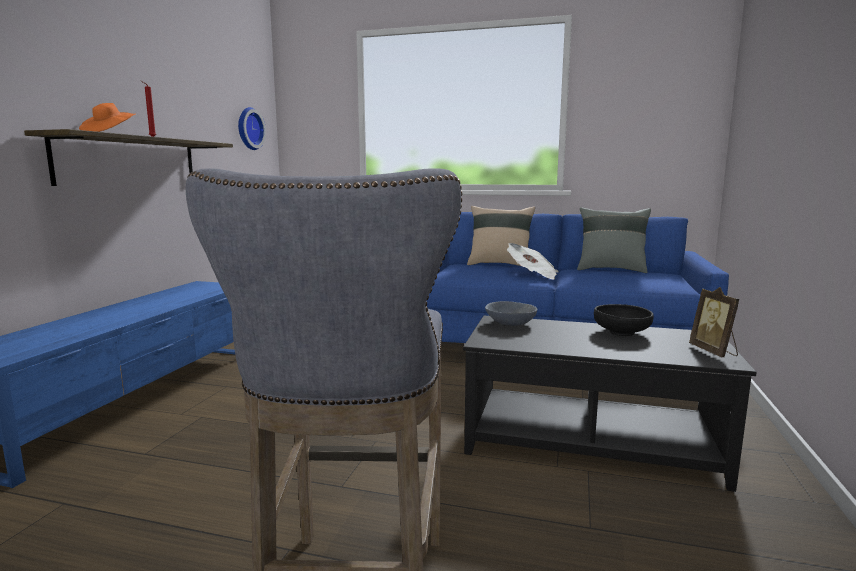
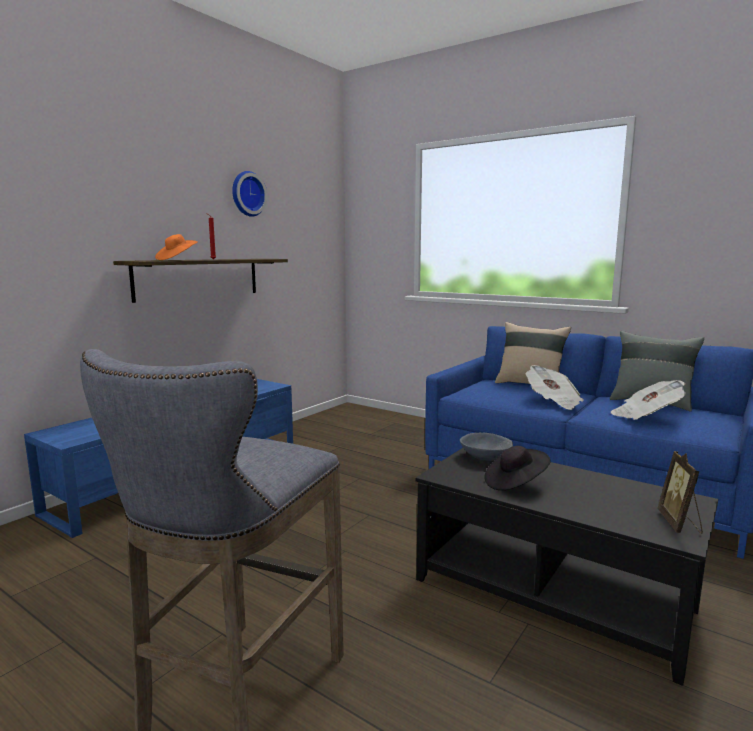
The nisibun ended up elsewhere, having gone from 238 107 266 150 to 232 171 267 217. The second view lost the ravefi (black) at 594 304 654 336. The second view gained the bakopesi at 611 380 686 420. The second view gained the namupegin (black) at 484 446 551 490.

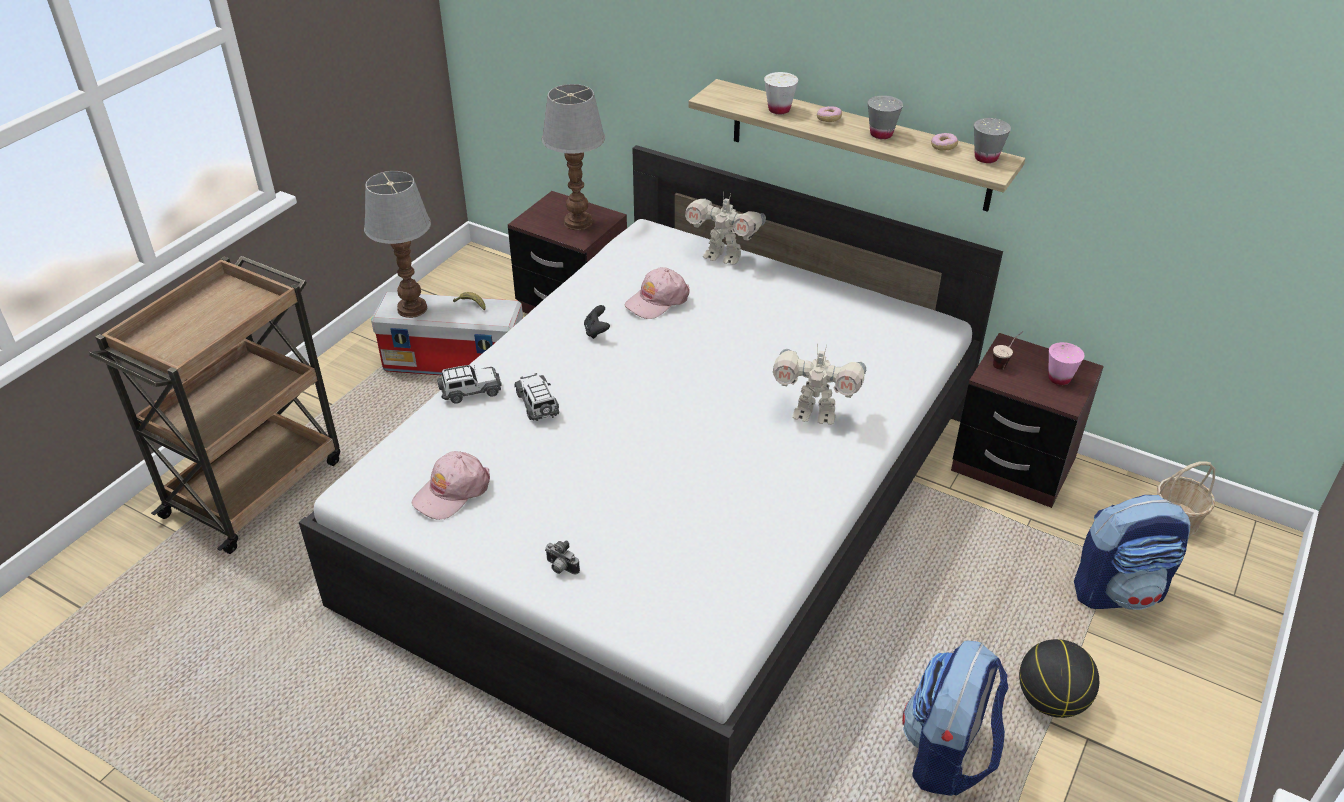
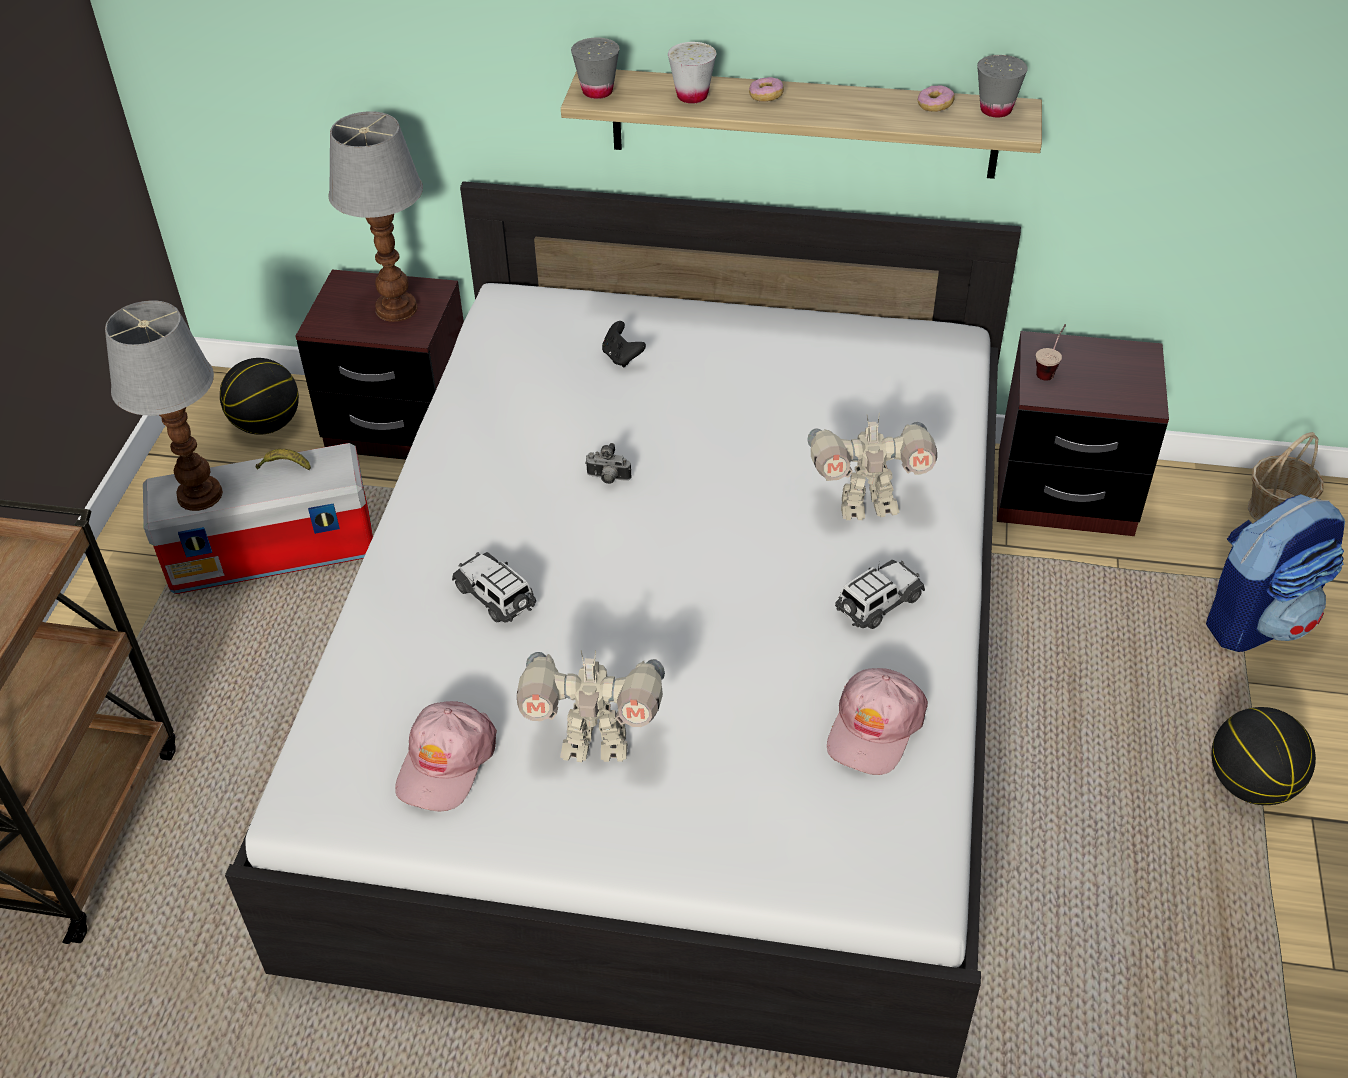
The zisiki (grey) ended up elsewhere, having gone from 867 95 903 139 to 571 38 619 99. The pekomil ended up elsewhere, having gone from 685 192 766 265 to 517 650 665 762. The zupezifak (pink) ended up elsewhere, having gone from 624 267 690 319 to 827 668 928 775. The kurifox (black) ended up elsewhere, having gone from 584 305 610 339 to 602 321 646 368. The second view lost the zisiki (pink) at 1048 342 1085 385. The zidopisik ended up elsewhere, having gone from 437 365 501 404 to 835 560 925 629. The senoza ended up elsewhere, having gone from 545 540 580 574 to 585 443 631 484. The second view lost the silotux at 902 640 1008 796. The second view gained the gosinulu at 220 358 299 435.

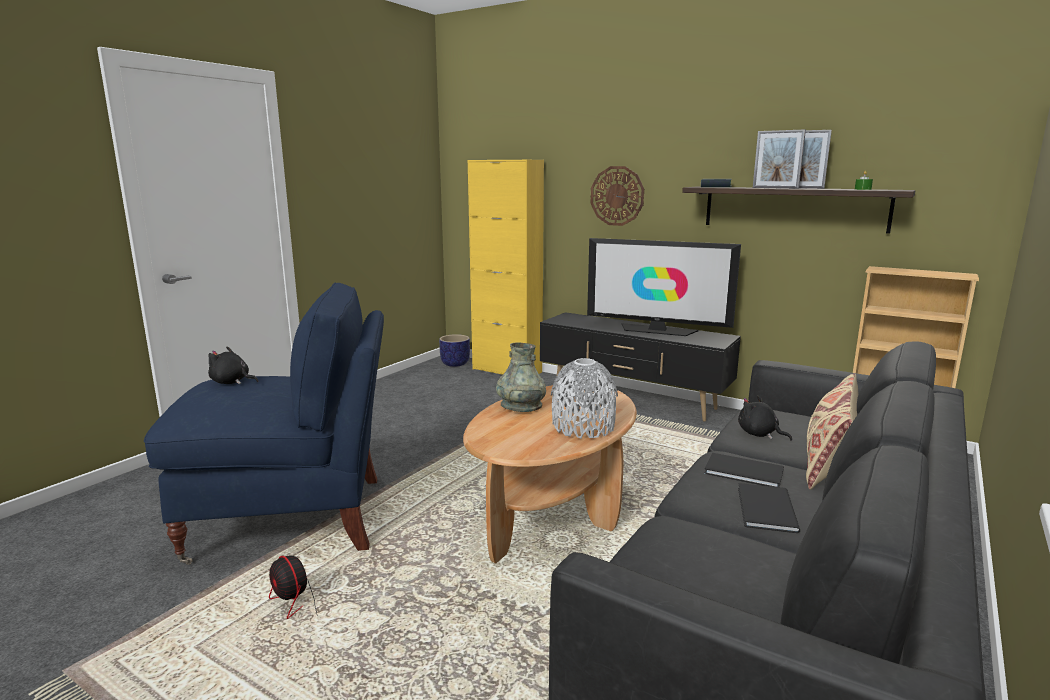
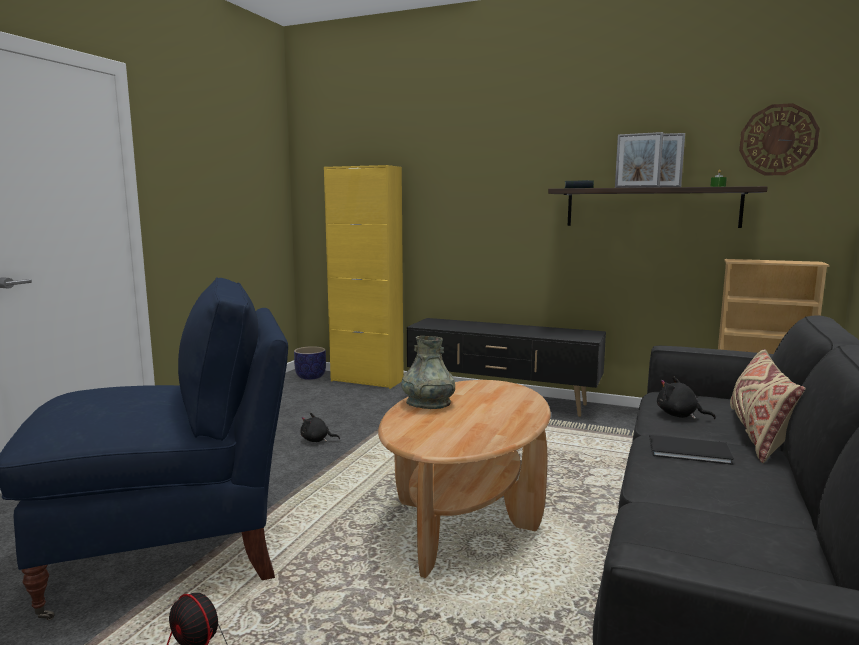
The nisibun ended up elsewhere, having gone from 590 166 644 226 to 739 103 820 176. The second view lost the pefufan at 587 238 741 336. The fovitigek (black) ended up elsewhere, having gone from 208 346 258 384 to 300 413 340 442. The second view lost the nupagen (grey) at 551 358 618 439. The second view lost the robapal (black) at 738 483 800 533.

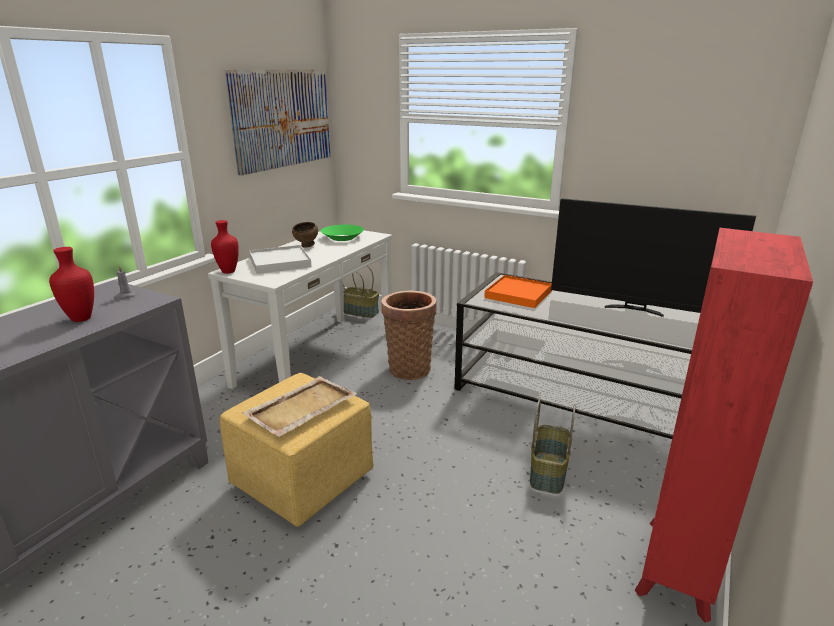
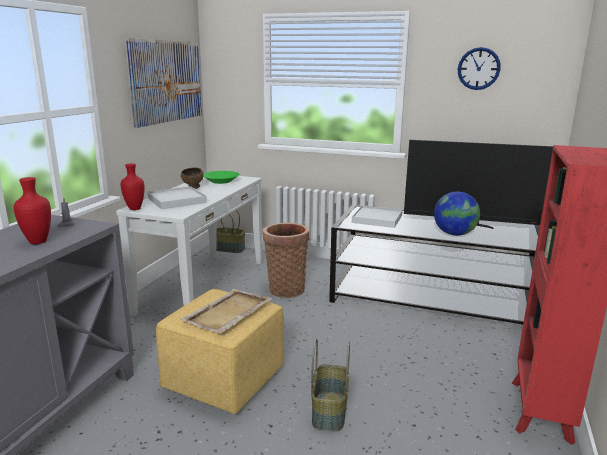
What was the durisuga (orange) at 484 275 552 308 turned into the durisuga (white) at 352 205 403 228. The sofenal ended up elsewhere, having gone from 530 398 576 494 to 311 339 350 432. The second view gained the nisibun at 458 47 501 90. The second view gained the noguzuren at 434 192 480 236.

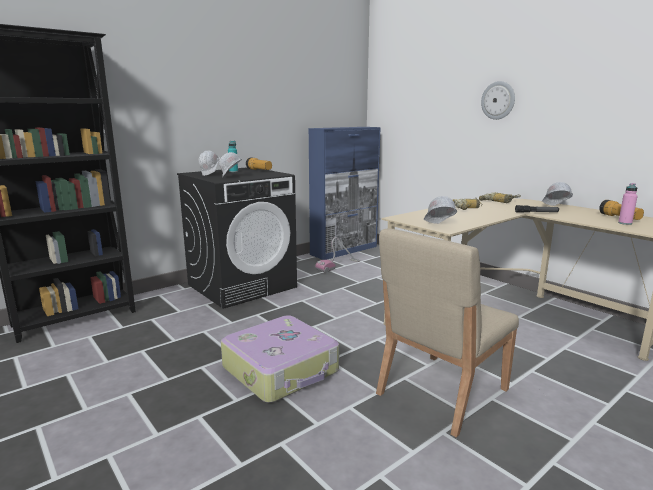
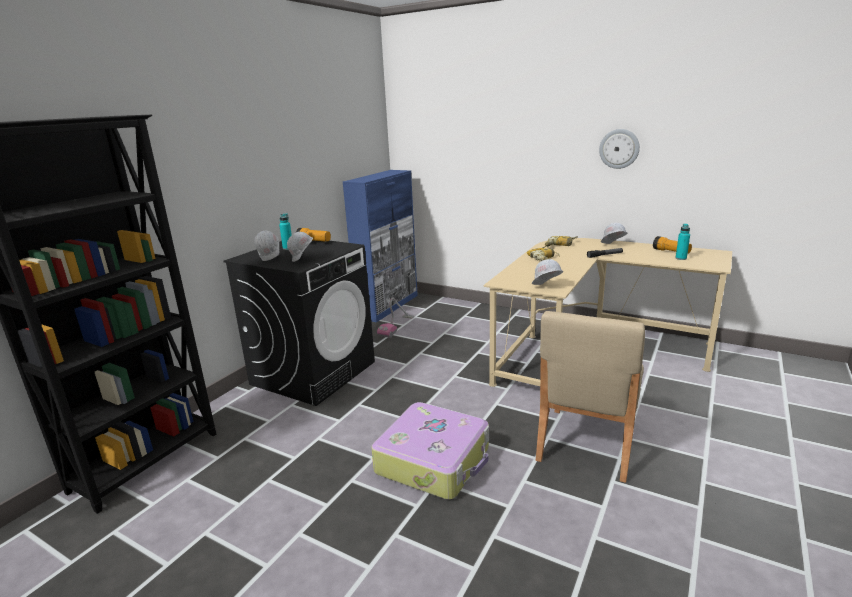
The nisibun ended up elsewhere, having gone from 481 81 515 120 to 599 129 640 169. What was the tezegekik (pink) at 618 183 638 225 turned into the tezegekik (turquoise) at 676 224 690 260.

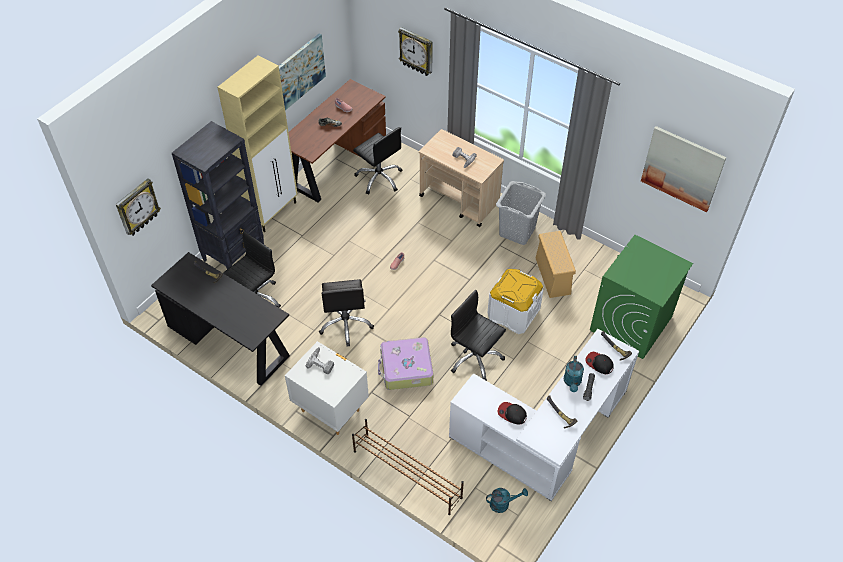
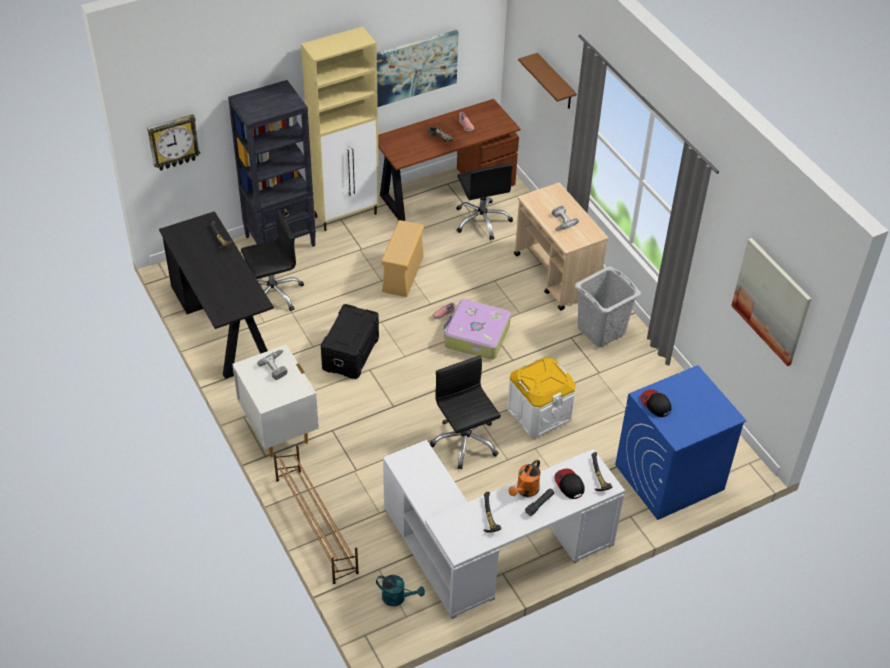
Where the nisibun hung at 398 27 433 76, the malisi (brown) came to hang at 518 53 577 109. The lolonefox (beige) ended up elsewhere, having gone from 536 231 576 298 to 381 220 424 297. What was the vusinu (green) at 590 235 693 359 turned into the vusinu (blue) at 615 365 747 520. Where the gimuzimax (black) stood at 319 279 374 346, the lolonefox (black) came to stand at 321 304 379 379. The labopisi ended up elsewhere, having gone from 378 337 433 390 to 444 299 511 360. What was the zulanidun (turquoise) at 564 356 584 392 turned into the zulanidun (orange) at 508 459 541 497. The zupezifak ended up elsewhere, having gone from 497 402 527 425 to 640 389 672 417.

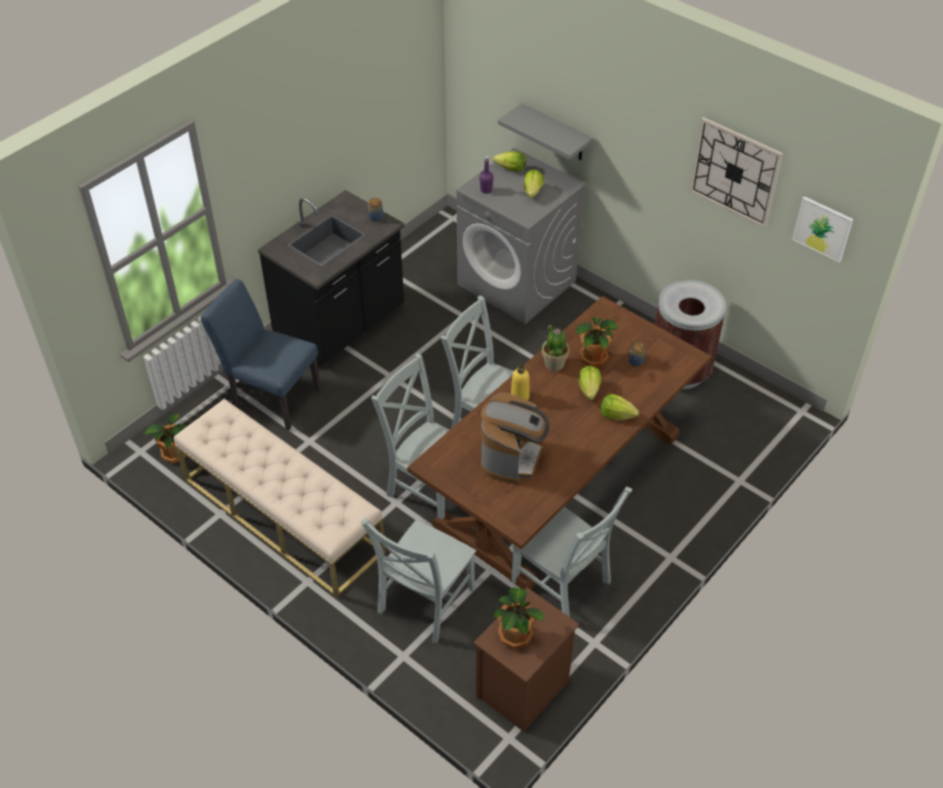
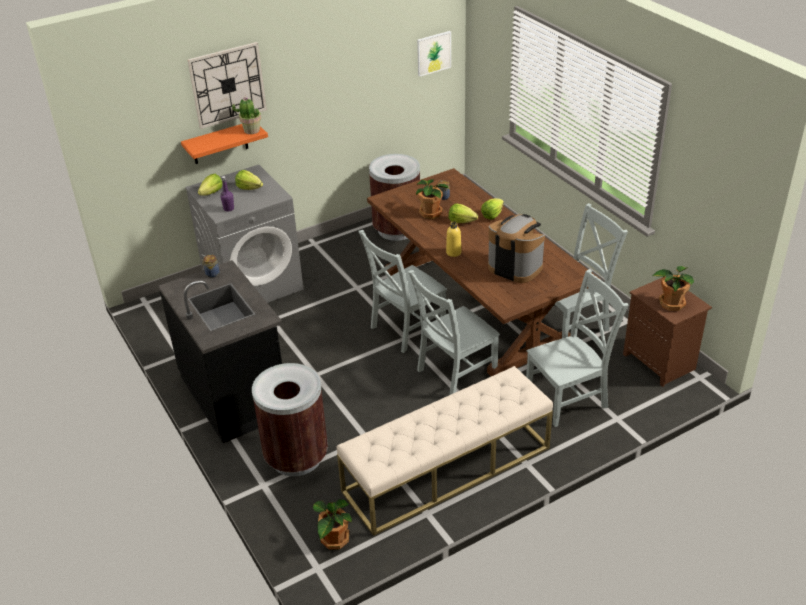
What was the malisi (grey) at 498 103 593 160 turned into the malisi (orange) at 181 124 268 164. The nisibun ended up elsewhere, having gone from 689 117 783 228 to 187 42 267 129. Where the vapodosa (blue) stood at 200 279 321 430, the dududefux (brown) came to stand at 252 363 328 476. The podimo ended up elsewhere, having gone from 542 325 570 371 to 232 96 261 134. The vapodosa (grey) at 361 518 476 643 ended up facing another way, 75 degrees counterclockwise from before.

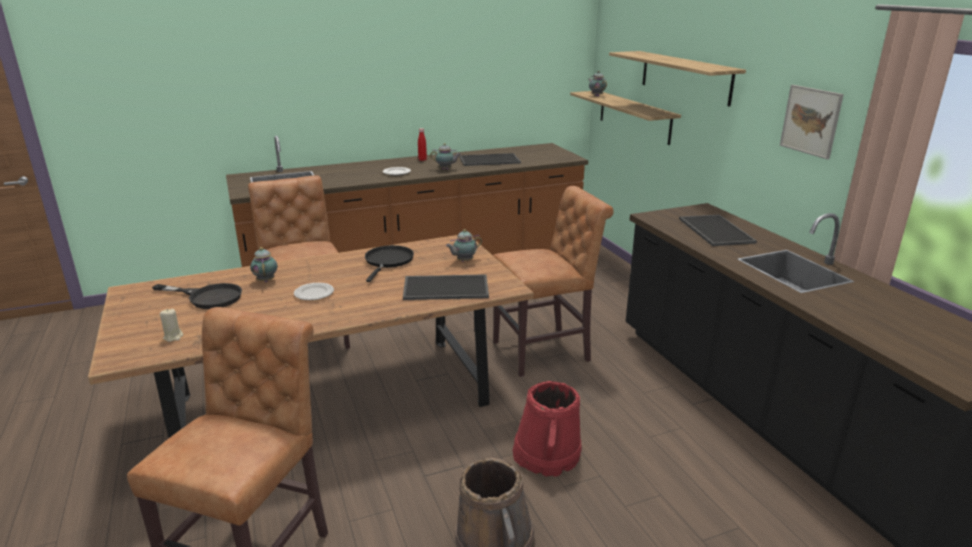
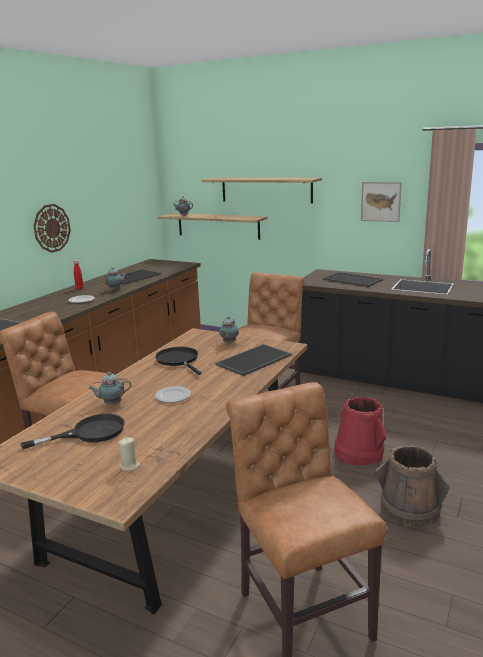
The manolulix at 250 247 277 282 ended up facing another way, 45 degrees counterclockwise from before. The second view gained the nisibun at 34 204 71 253.

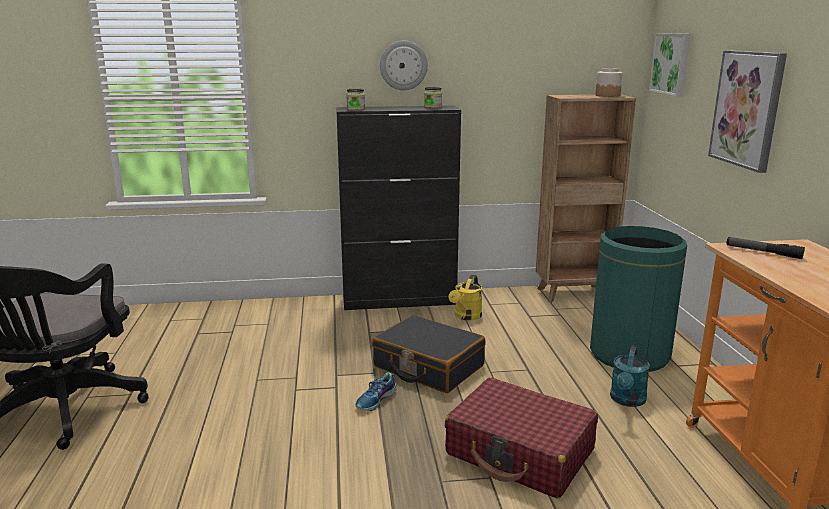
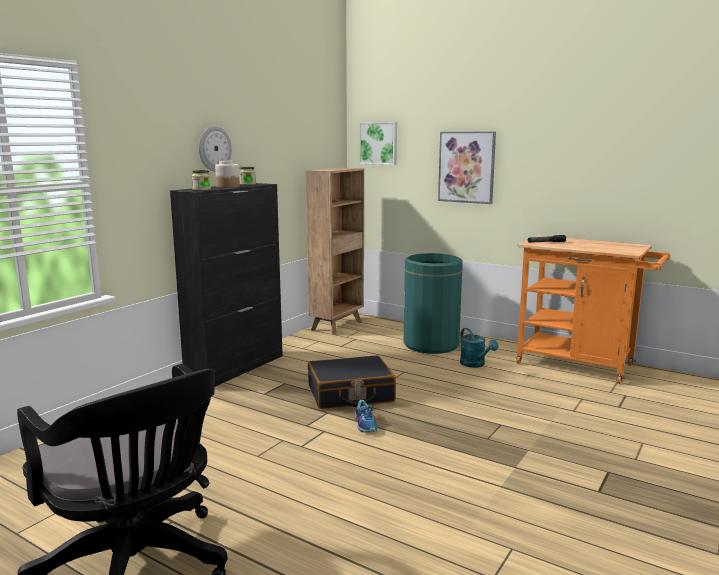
The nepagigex ended up elsewhere, having gone from 595 68 623 97 to 215 161 240 188. The second view lost the zulanidun (yellow) at 449 274 482 320. The second view lost the labopisi (red) at 445 378 598 498.

